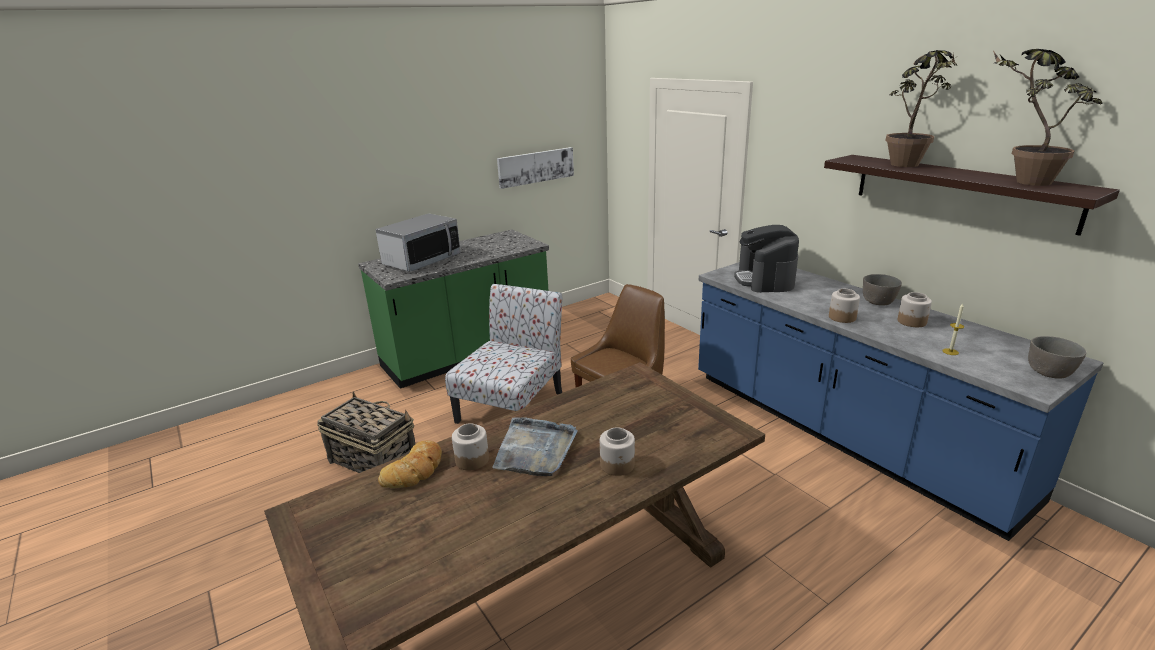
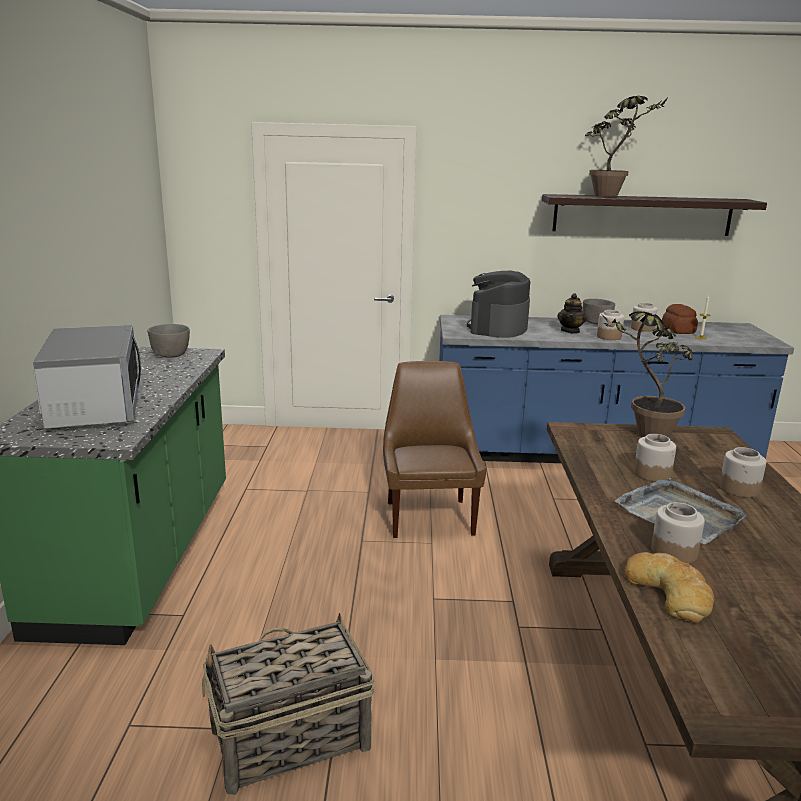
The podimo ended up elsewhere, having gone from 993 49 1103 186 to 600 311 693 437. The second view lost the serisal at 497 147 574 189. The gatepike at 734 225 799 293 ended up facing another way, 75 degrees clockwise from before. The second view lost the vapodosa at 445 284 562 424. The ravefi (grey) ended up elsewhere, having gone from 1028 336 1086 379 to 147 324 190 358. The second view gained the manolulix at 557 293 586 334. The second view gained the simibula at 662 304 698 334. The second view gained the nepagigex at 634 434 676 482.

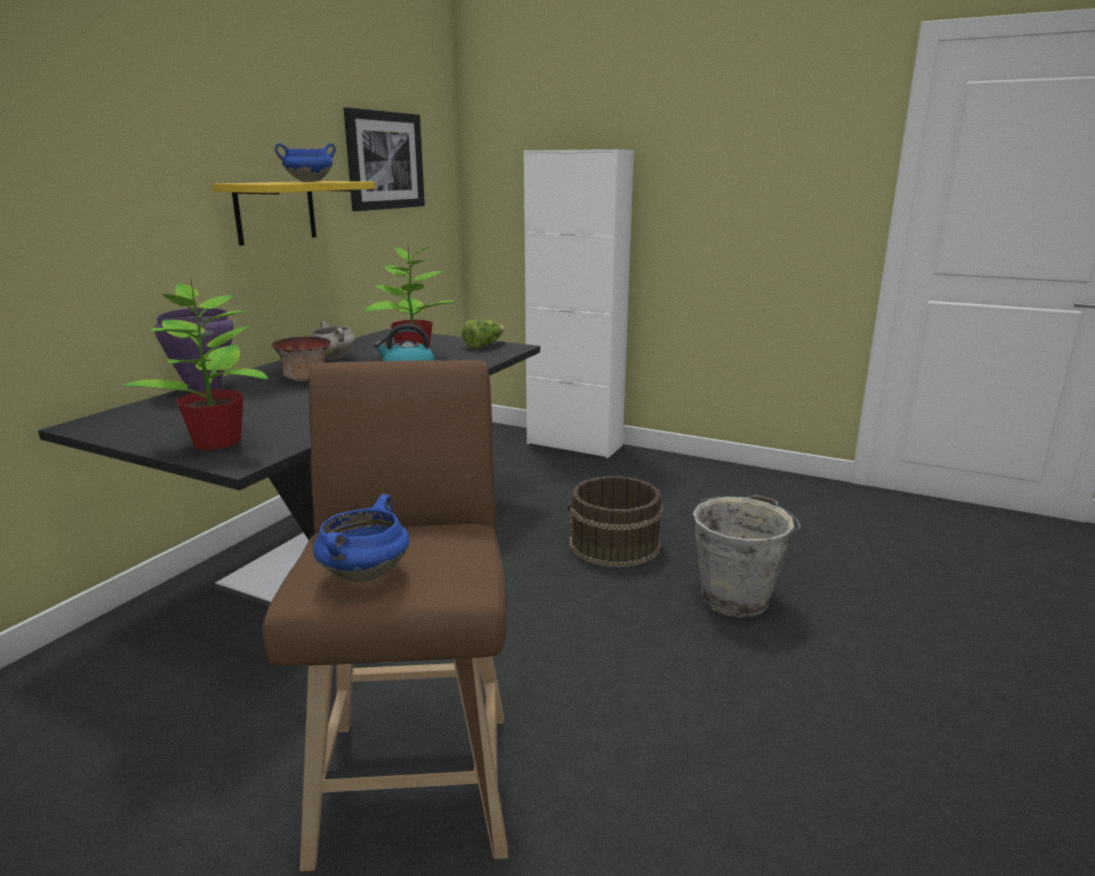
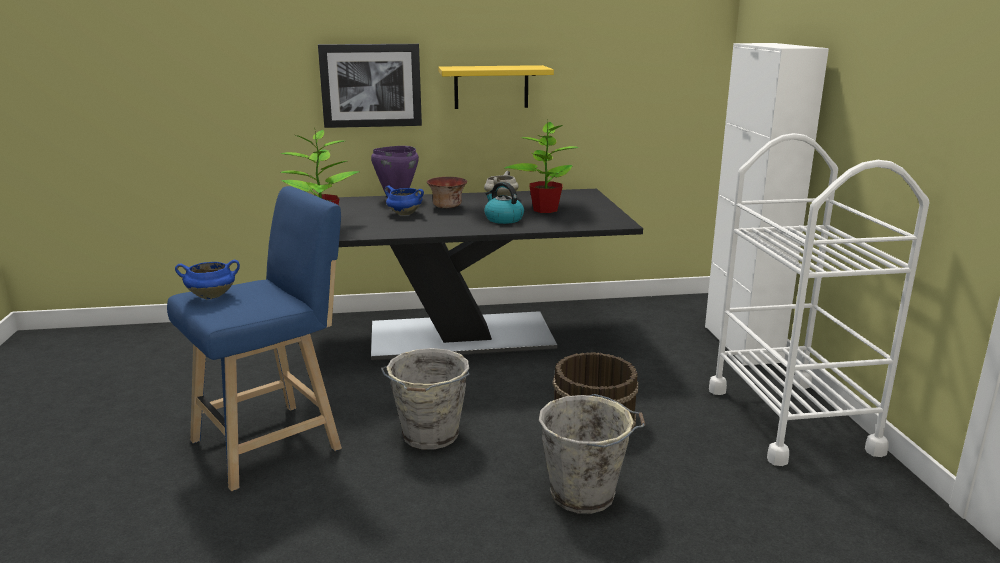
The serisal ended up elsewhere, having gone from 343 108 425 211 to 318 44 422 128. The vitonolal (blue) ended up elsewhere, having gone from 275 143 336 182 to 385 186 424 215. The second view lost the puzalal at 461 319 505 349. What was the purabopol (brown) at 262 360 508 872 turned into the purabopol (blue) at 167 186 342 491. The second view gained the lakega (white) at 709 133 929 466. The second view gained the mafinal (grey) at 381 348 470 450.

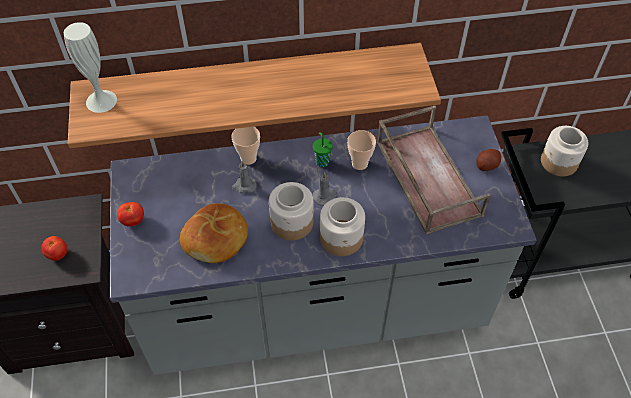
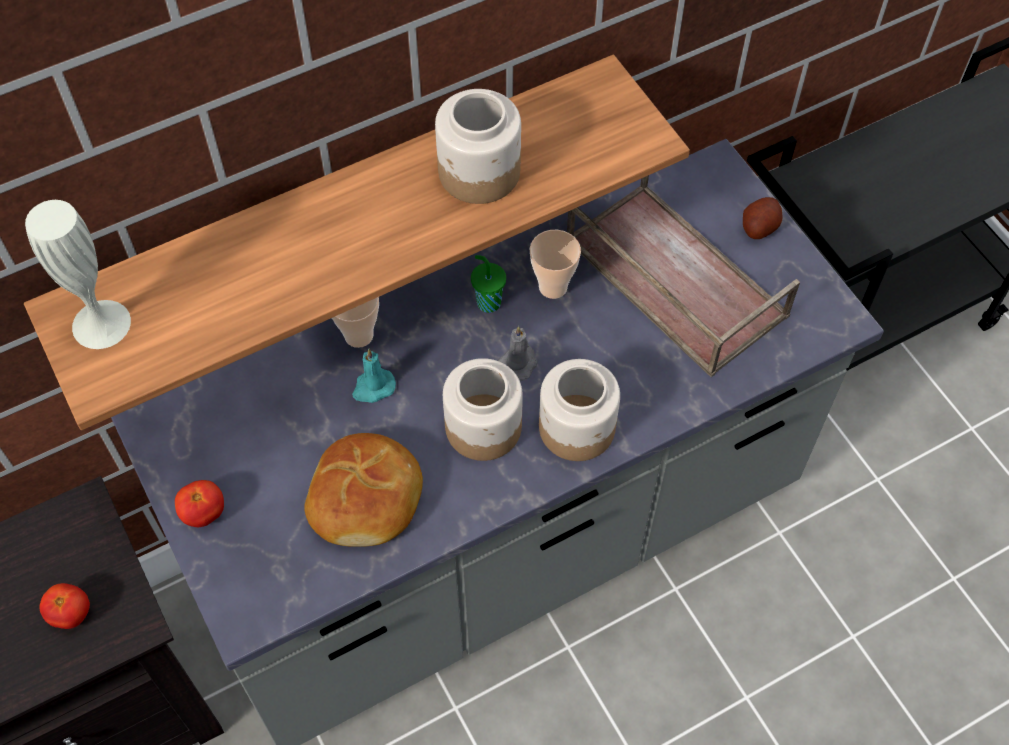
The nepagigex ended up elsewhere, having gone from 541 126 588 177 to 435 89 521 204. What was the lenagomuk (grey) at 232 161 257 193 turned into the lenagomuk (turquoise) at 352 348 396 403.

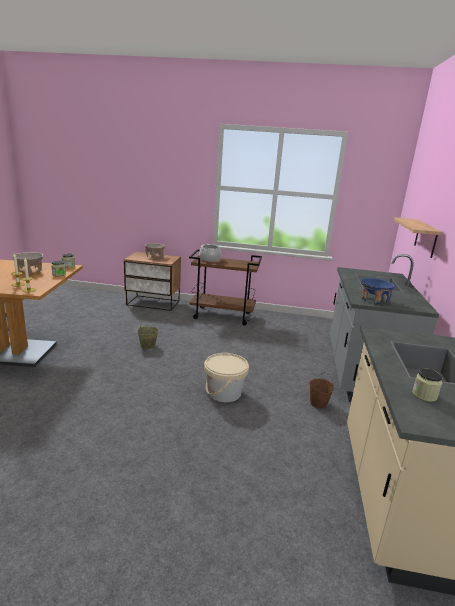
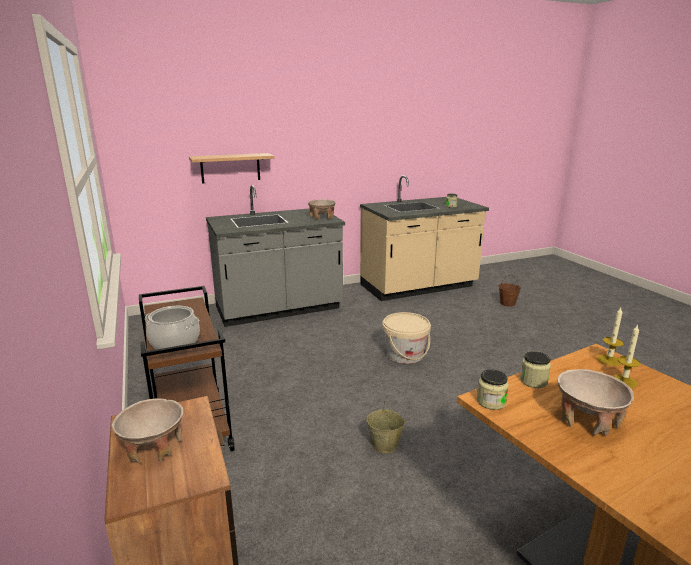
What was the ravefi (blue) at 361 278 395 304 turned into the ravefi (beige) at 308 199 336 221. The mafinal (brown) ended up elsewhere, having gone from 310 372 334 409 to 499 275 521 307.

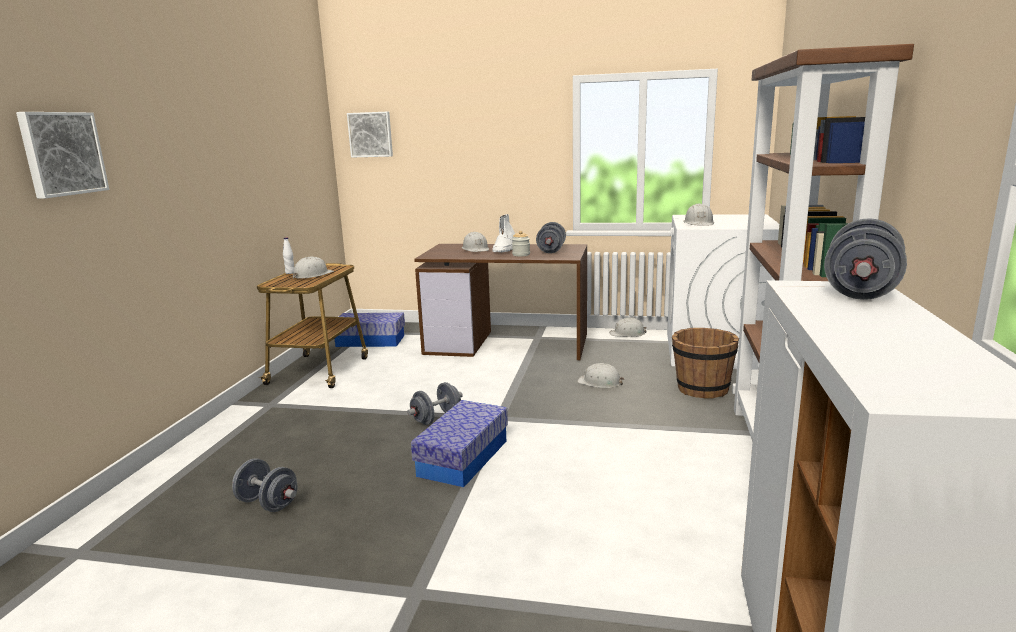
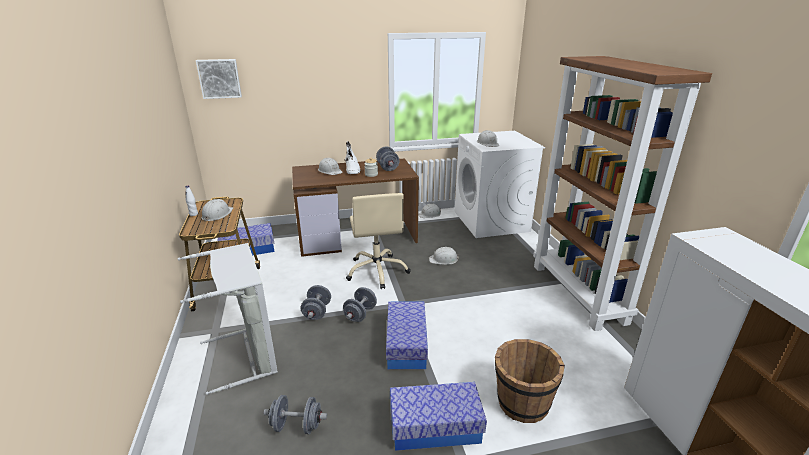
The second view lost the serisal at 16 112 109 199. The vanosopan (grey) ended up elsewhere, having gone from 824 218 907 300 to 300 285 331 320. The mafinal (brown) ended up elsewhere, having gone from 672 328 739 398 to 495 339 565 423. The second view gained the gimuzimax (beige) at 346 193 411 289. The second view gained the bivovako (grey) at 178 243 278 395. The second view gained the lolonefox at 390 382 487 451.

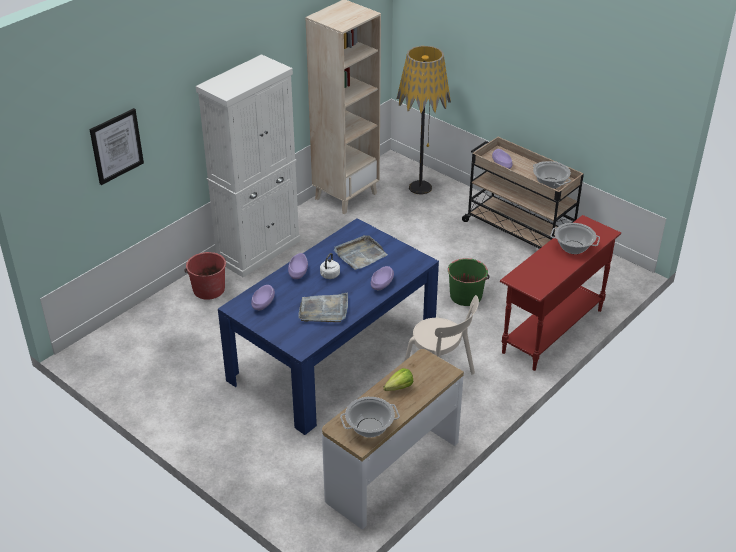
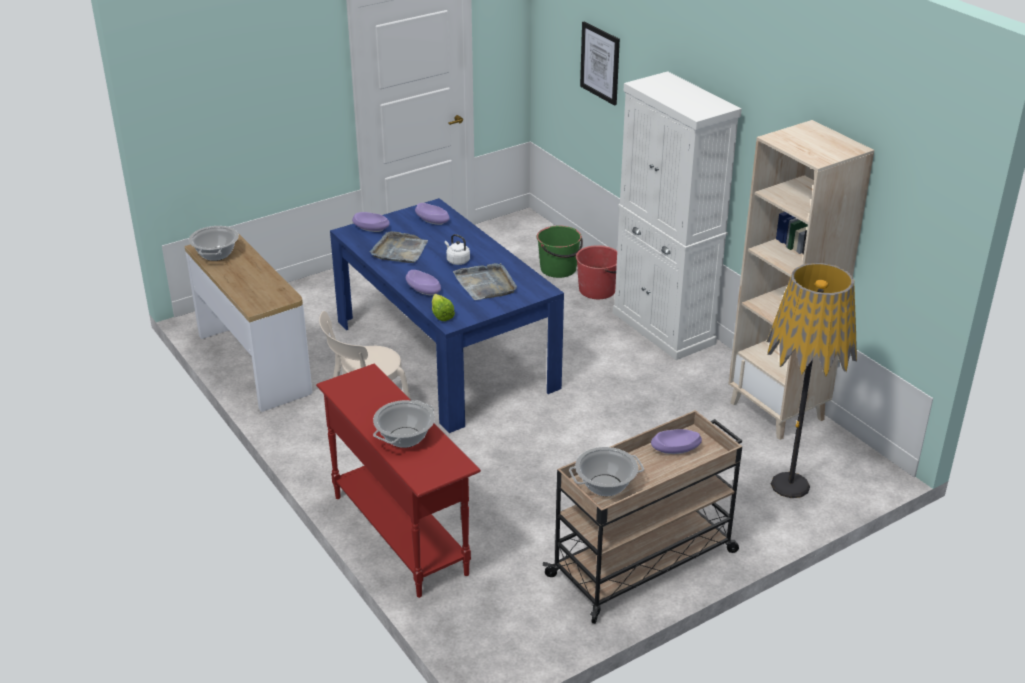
The ravefi (purple) ended up elsewhere, having gone from 288 253 308 279 to 352 212 390 232. The mafinal (green) ended up elsewhere, having gone from 448 258 490 306 to 536 226 583 278. The puzalal ended up elsewhere, having gone from 384 368 413 391 to 432 294 455 321.

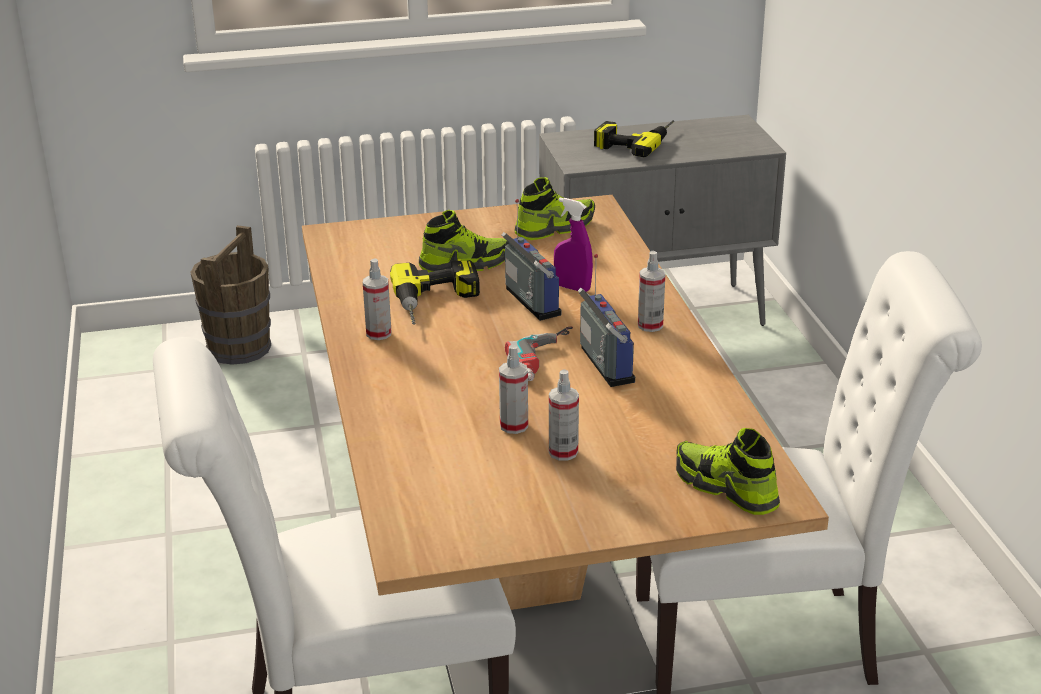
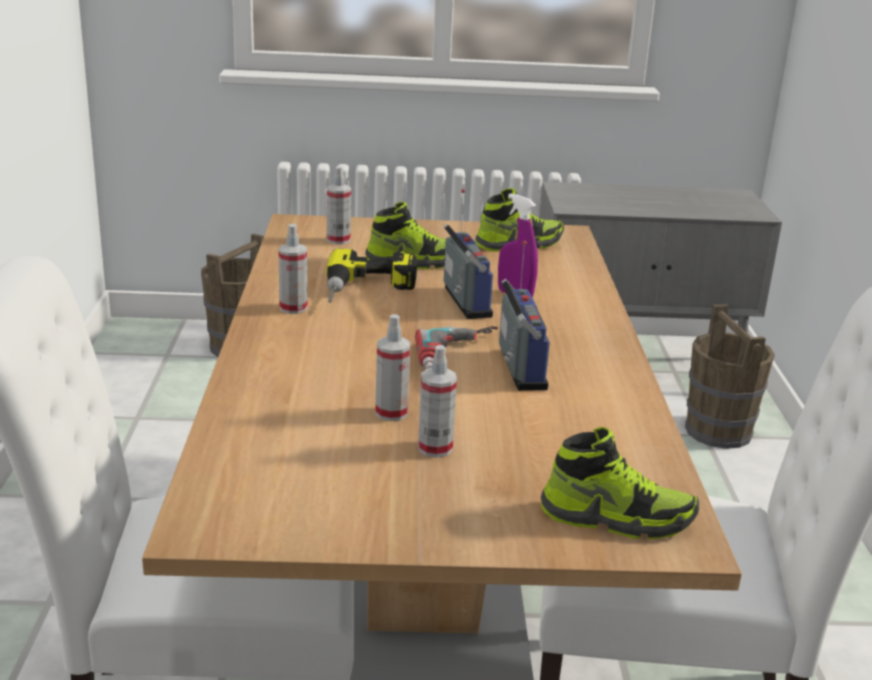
The second view lost the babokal at 594 120 675 157. The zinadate ended up elsewhere, having gone from 638 251 665 332 to 327 166 351 244. The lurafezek at 676 428 780 515 ended up facing another way, 135 degrees clockwise from before. The second view gained the mafinal (brown) at 685 304 775 449.

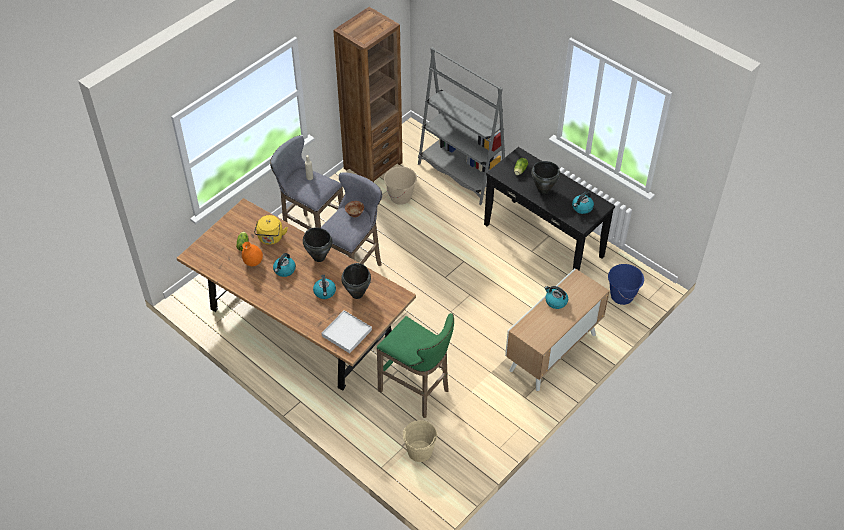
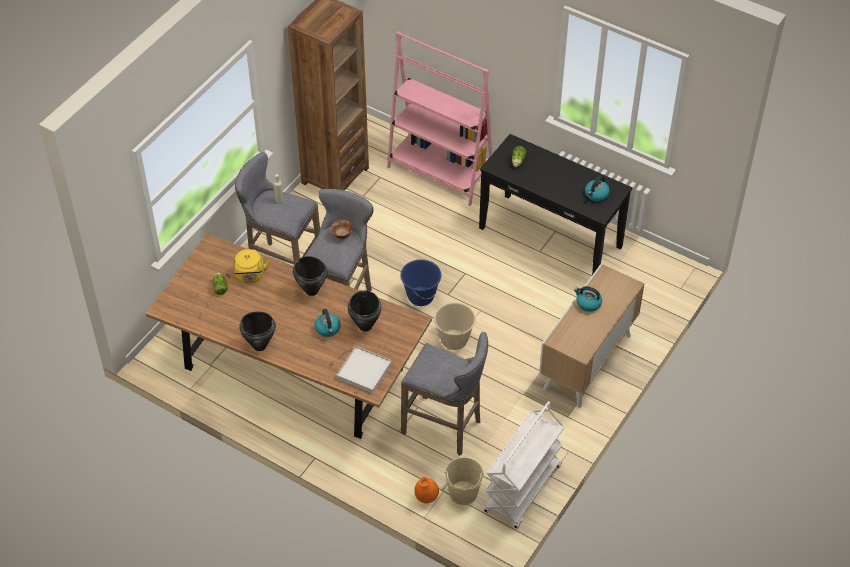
What was the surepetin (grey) at 418 47 505 205 turned into the surepetin (pink) at 387 31 492 206. The vitonolal (black) ended up elsewhere, having gone from 531 161 560 194 to 239 311 276 351. The mafinal (beige) ended up elsewhere, having gone from 384 166 417 205 to 434 302 476 350. The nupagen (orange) ended up elsewhere, having gone from 242 242 263 266 to 414 477 439 503. The second view lost the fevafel at 273 253 296 277. The mafinal (blue) ended up elsewhere, having gone from 608 264 644 305 to 400 259 441 306. What was the purabopol (green) at 377 313 454 418 turned into the purabopol (grey) at 401 332 488 456. The second view gained the lakega (white) at 484 401 565 529.

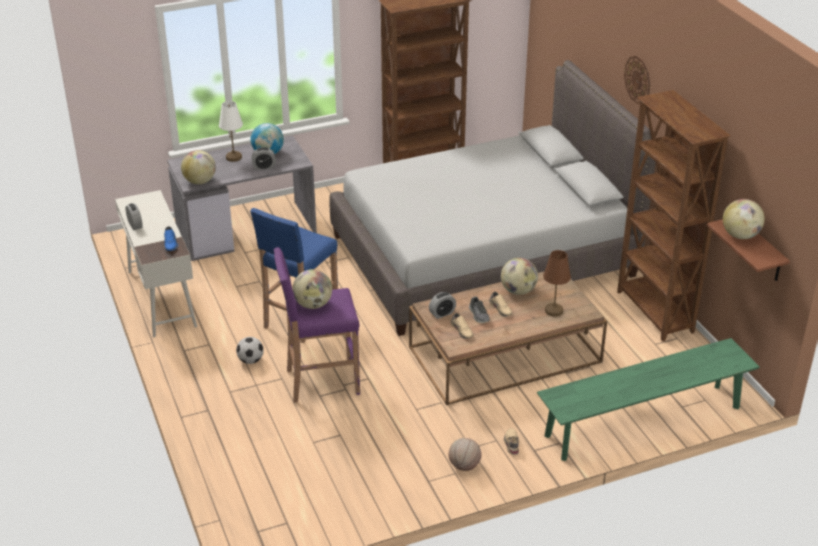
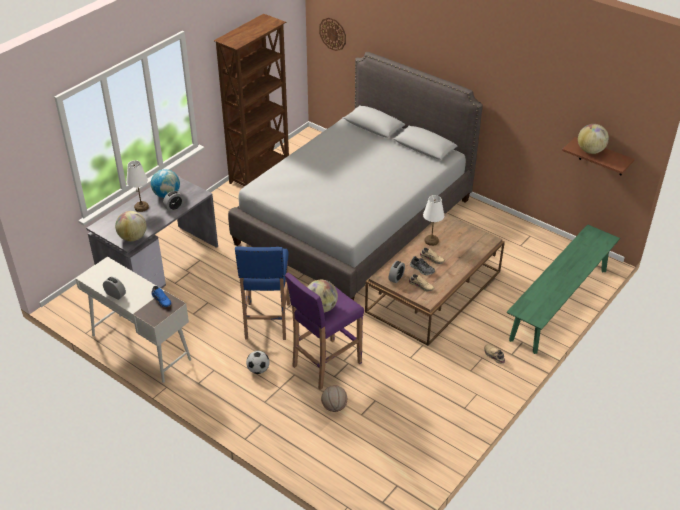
The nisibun ended up elsewhere, having gone from 624 56 650 104 to 319 18 346 51. The second view lost the surepetin (brown) at 617 90 731 342. The second view lost the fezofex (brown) at 543 250 571 317. Where the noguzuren stood at 501 258 538 295, the fezofex (white) came to stand at 423 195 444 246. The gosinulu ended up elsewhere, having gone from 449 438 482 471 to 321 385 347 412.

